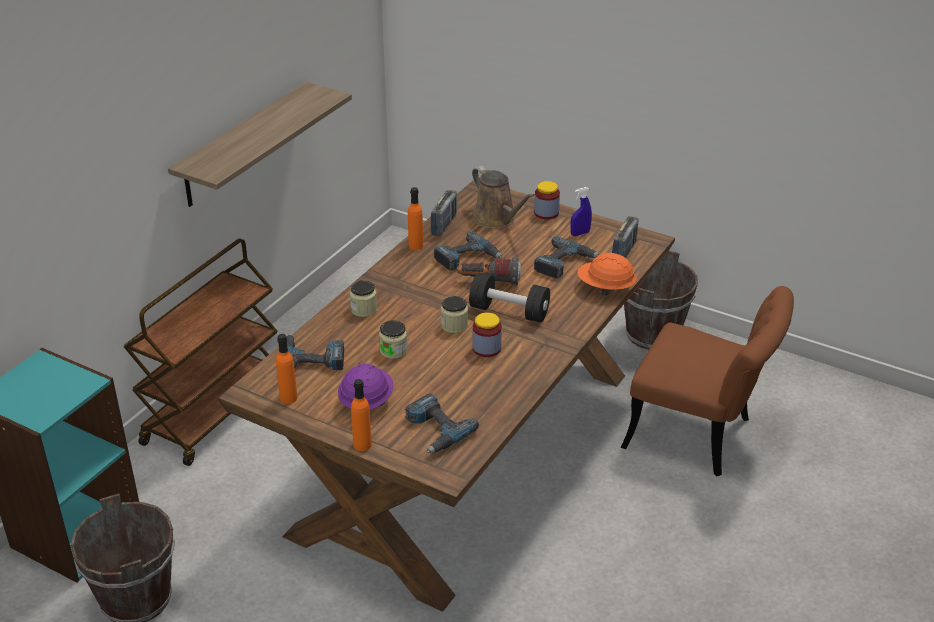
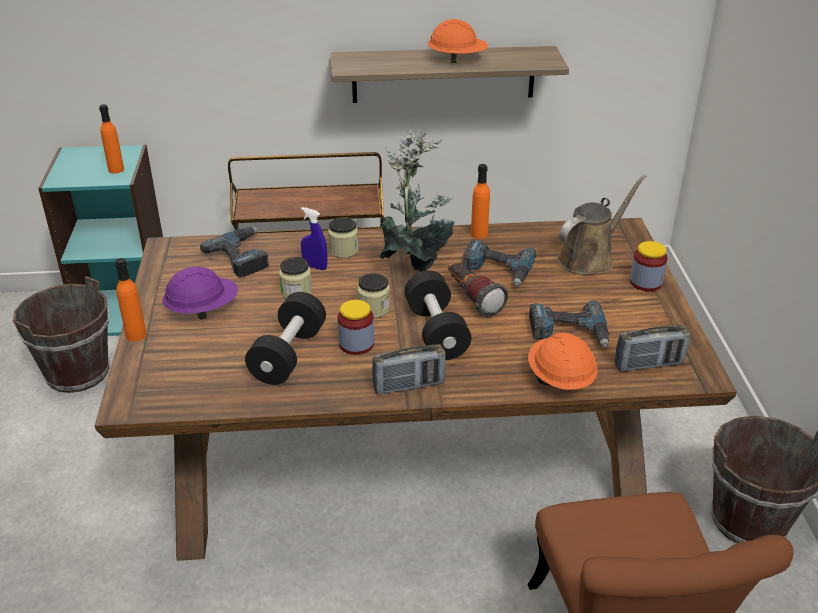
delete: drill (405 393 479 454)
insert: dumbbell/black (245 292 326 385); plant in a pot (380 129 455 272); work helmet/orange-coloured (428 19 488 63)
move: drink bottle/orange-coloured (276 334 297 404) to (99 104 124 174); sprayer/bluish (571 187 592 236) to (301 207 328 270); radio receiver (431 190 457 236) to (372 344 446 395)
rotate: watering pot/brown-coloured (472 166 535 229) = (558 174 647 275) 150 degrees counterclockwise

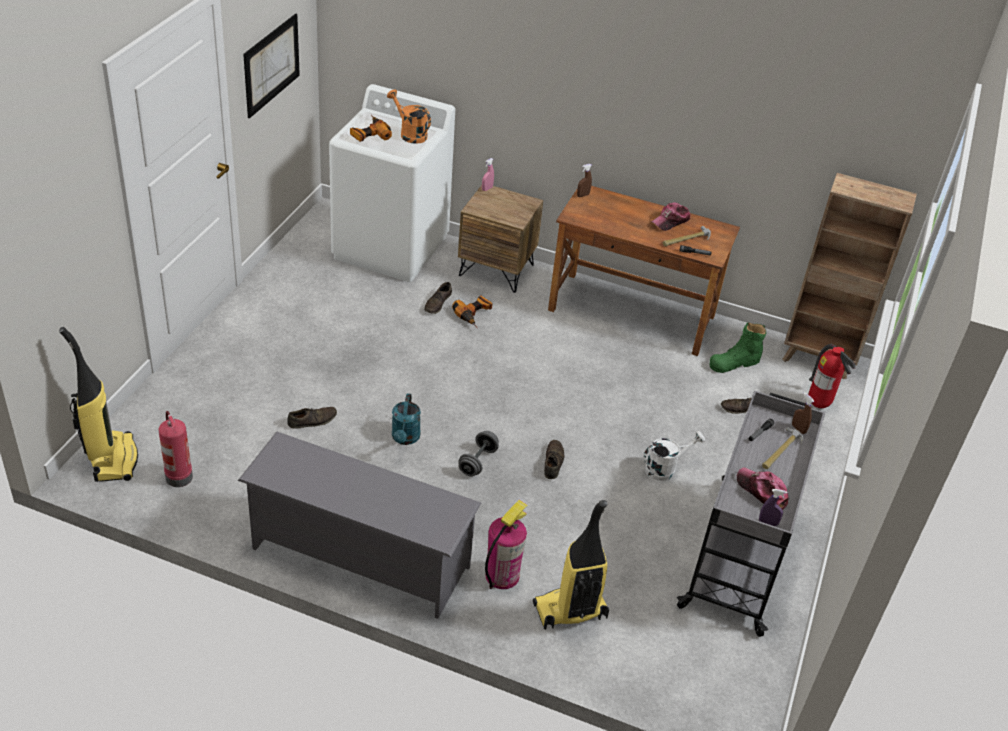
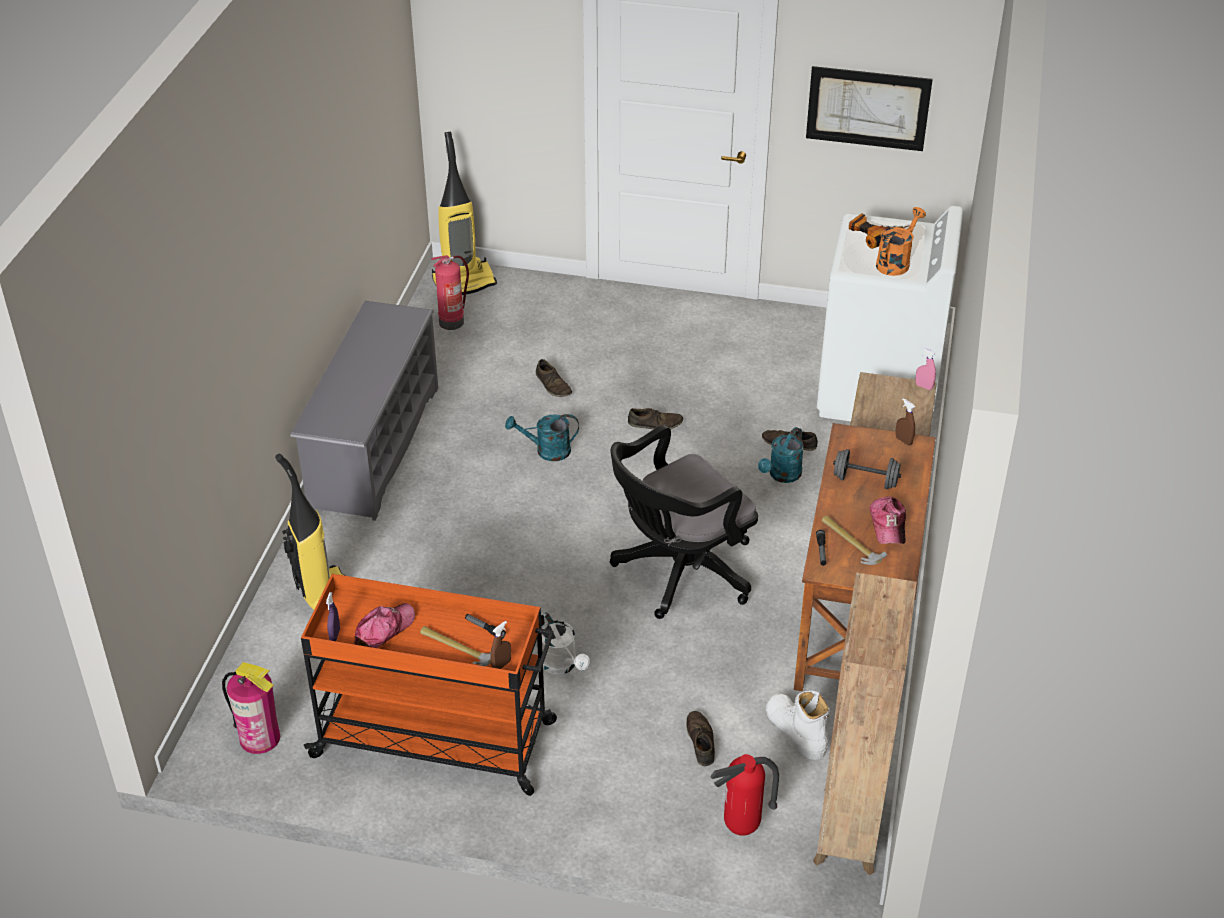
insert: computer chair/black (610 425 758 619)
move: extinguisher (485 500 528 589) to (222 662 280 754); low shoe/brown-coloured (544 440 564 479) to (628 408 683 430); dumbbell/greyish (459 431 499 476) to (833 449 901 490)
replace: drill (452 295 492 328) to watering pot/blue-green (758 427 804 483)
recolor: cart/greyish (677 391 825 637) to cart/orange-coloured (301 574 557 796); boot/green (710 322 766 373) to boot/whitish (766 690 830 760)
rotate: peaked cap (651 203 690 231) = (870 497 906 544) 135 degrees counterclockwise

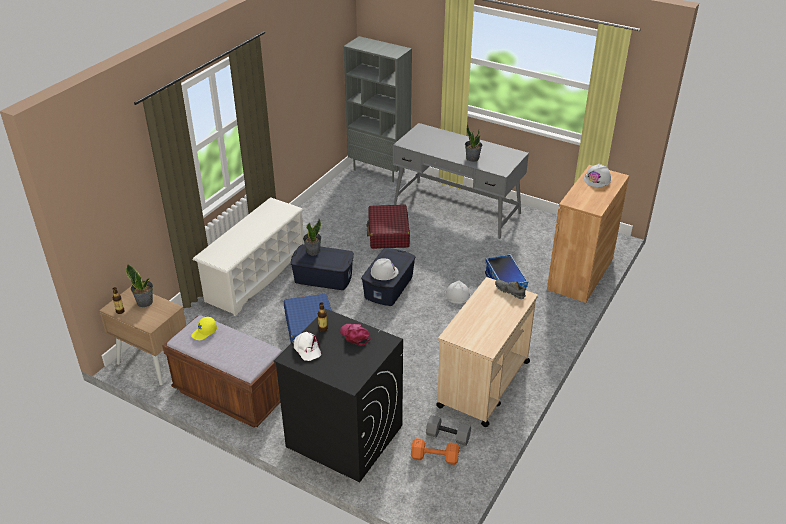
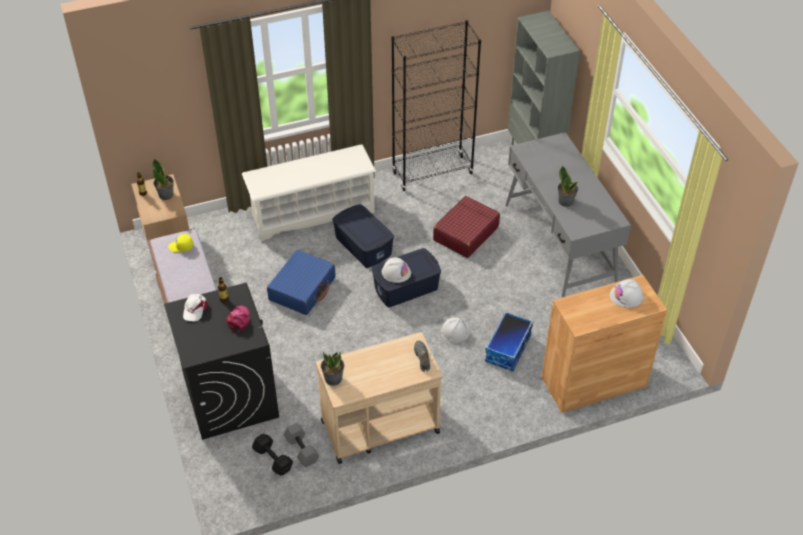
insert: bookcase/black (391 20 481 191)
move: plant in a pot (303 219 322 255) to (321 352 344 386)
recolor: dumbbell/orange-coloured (411 438 459 465) to dumbbell/black (252 434 293 475)

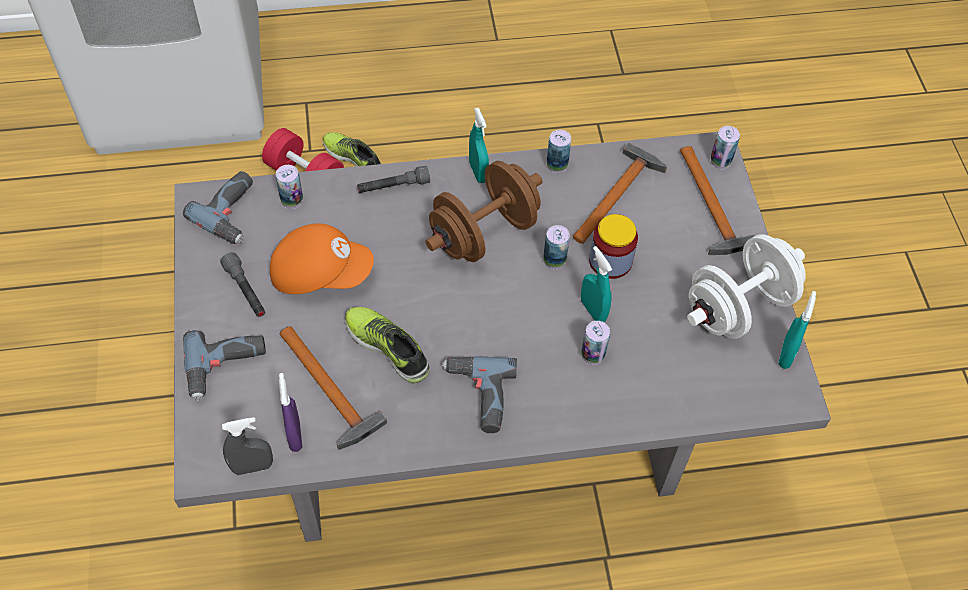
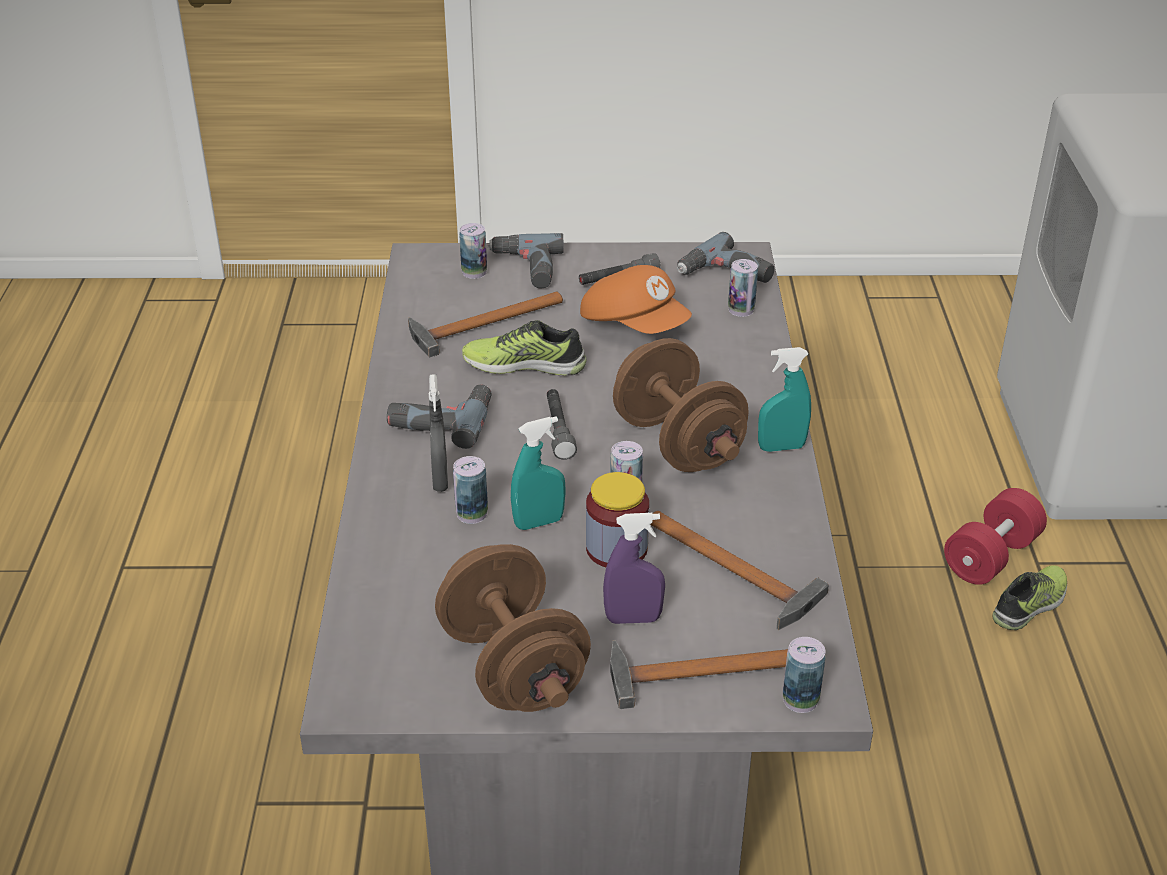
delete: sprayer/blue-green (778 291 816 369)
move: sprayer/greyish (222 417 273 475) to (429 374 448 492); can (546 130 571 173) to (459 223 487 279); flashlight/greyish (357 166 430 193) to (547 389 577 460); sprayer/purplish (279 373 302 452) to (603 513 665 624)
recolor: dumbbell/whitish (687 234 806 339) to dumbbell/brown-coloured (435 544 591 712)
rotate: low shoe (345 307 430 383) = (462 320 586 376) 135 degrees counterclockwise; peaked cap/orange-coloured (270 224 374 294) = (580 265 692 334) 60 degrees counterclockwise

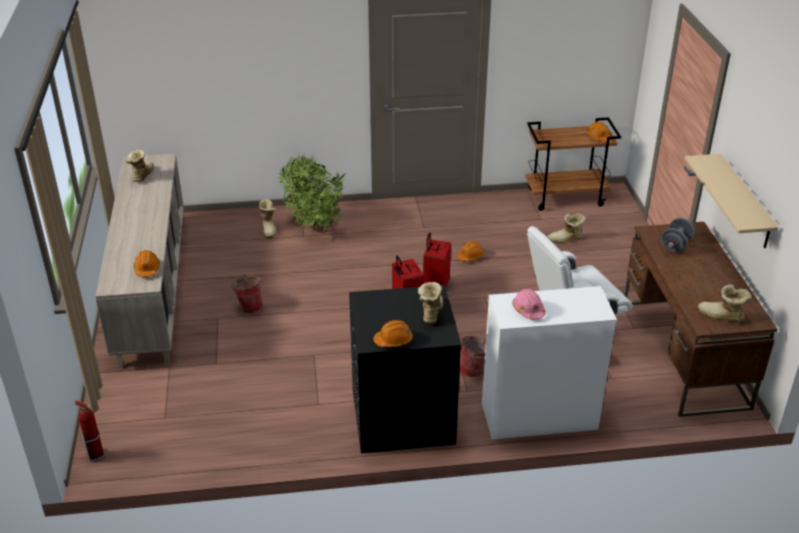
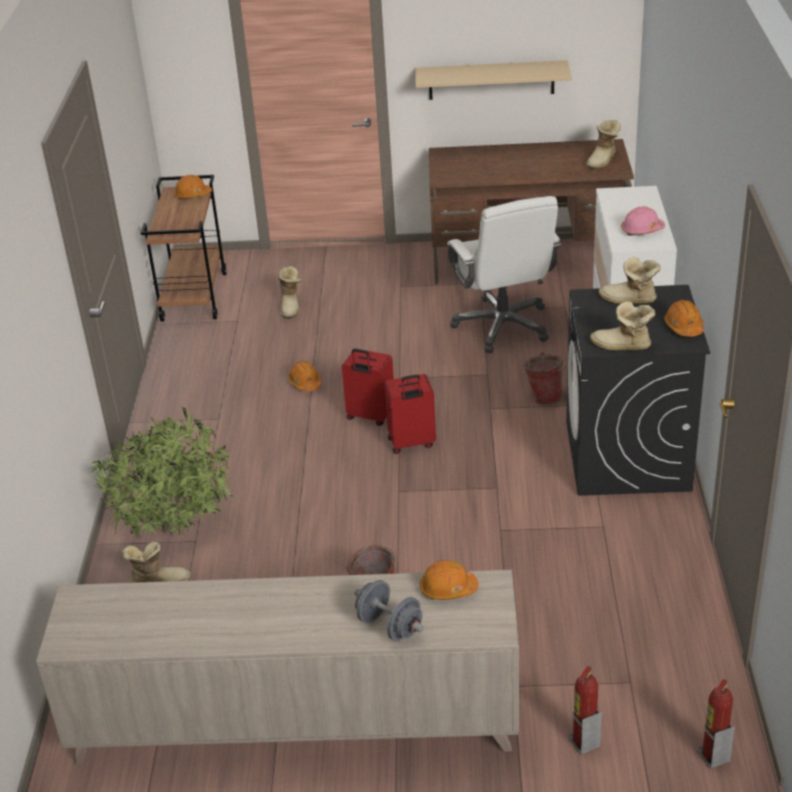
insert: extinguisher (568 666 602 755)
move: dumbbell/greyish (661 218 695 252) to (355 580 424 641); boot (126 150 154 182) to (590 301 656 350)

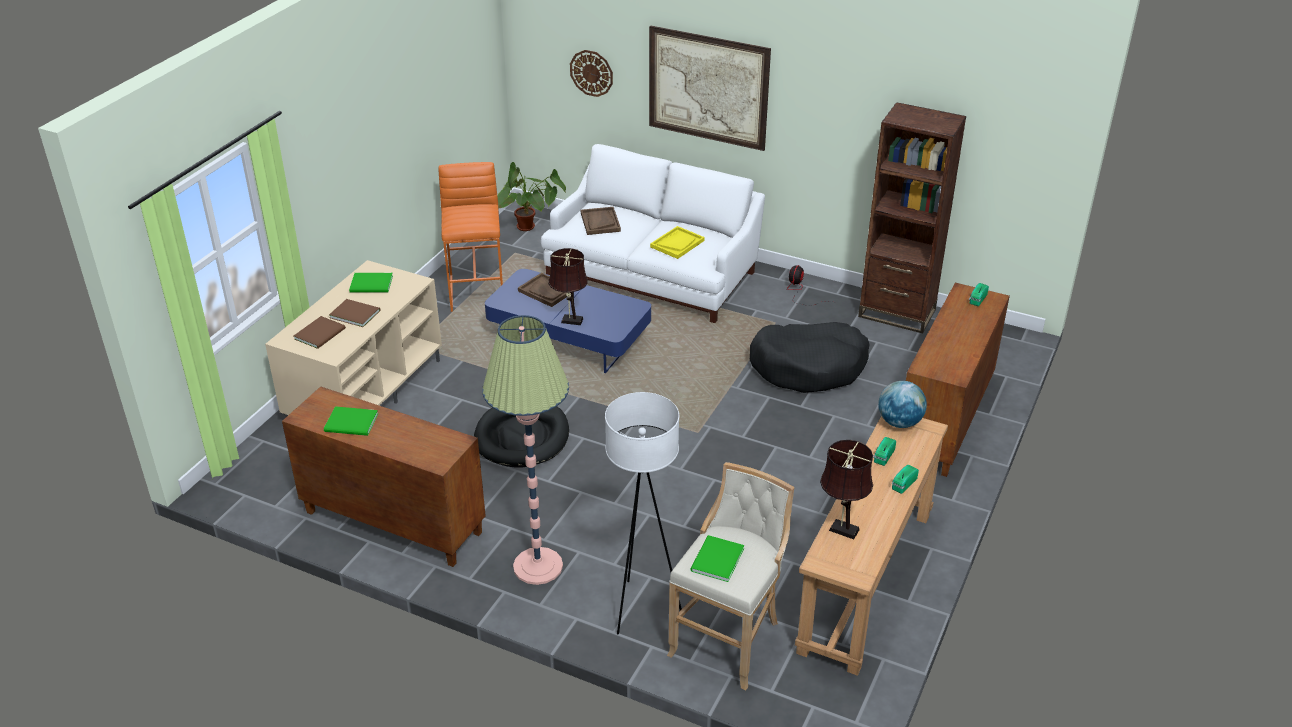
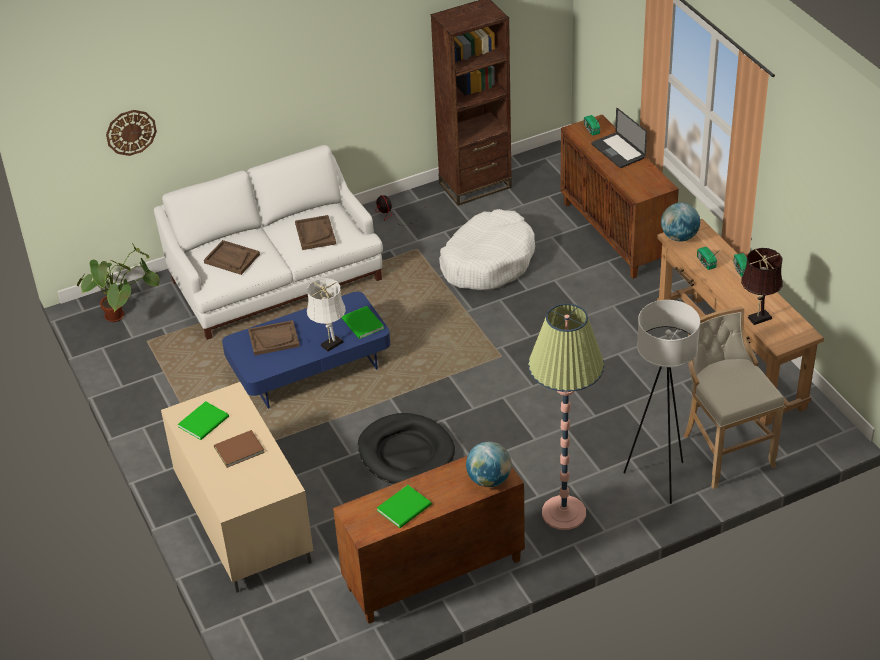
delete: bound book/brown-coloured (294 316 346 349); stool/orange-coloured (438 162 503 312); picture (649 25 771 151)
insert: world globe (466 442 512 487); portable computer (591 108 647 168)
move: bound book/green (690 535 744 582) to (342 306 384 339)
recolor: tray/yellow-coloured (650 226 705 259) to tray/brown-coloured (295 215 336 250); tabletop lamp/brown-coloured (548 248 588 325) to tabletop lamp/whitish (307 278 346 351); pet bed/black (750 322 870 393) to pet bed/whitish (439 209 535 290)

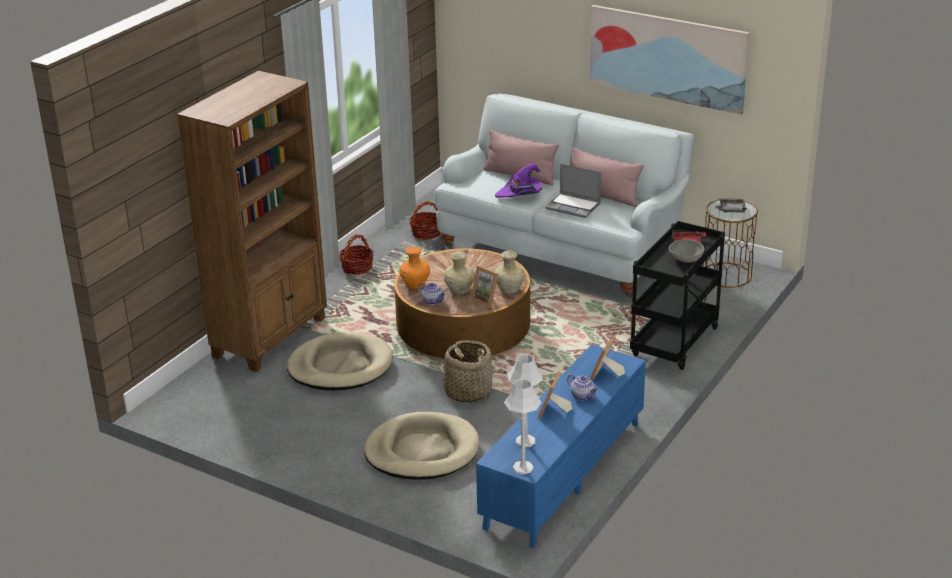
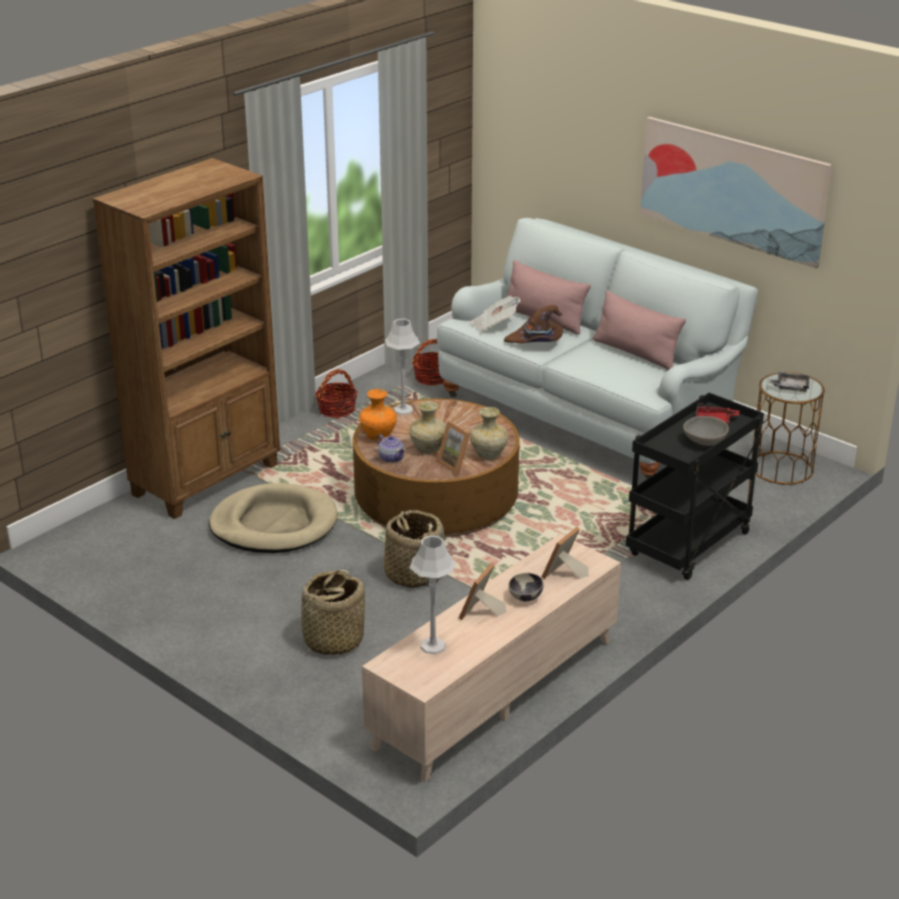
delete: portable computer (545 163 601 218)
insert: printed paper (470 296 521 331)
move: tabletop lamp/greyish (504 378 542 475) to (385 319 420 415)
replace: pet bed/beige-coloured (364 412 480 480) to storage basket (296 570 365 655); tea pot (567 374 598 400) to bowl (508 573 544 602)
recolor: media console/bluish (476 344 646 548) to media console/beige-coloured (362 534 621 782); hat/purplish (495 164 542 198) to hat/brown-coloured (504 305 563 344)

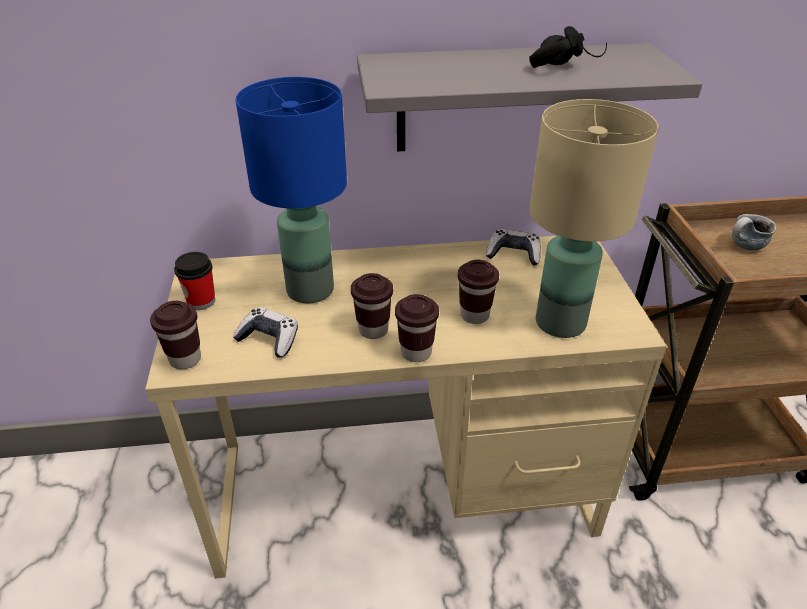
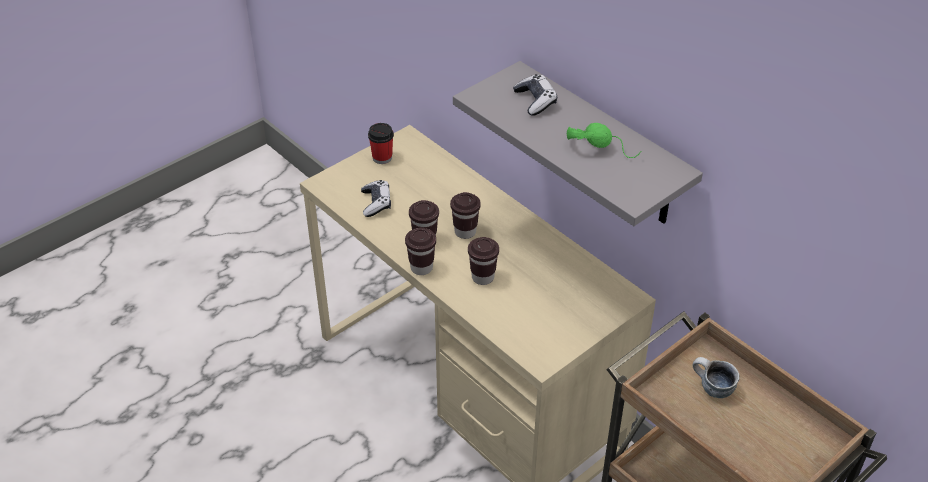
delete: tabletop lamp/bluish (236 77 347 303); tabletop lamp/beige-coloured (530 99 659 338)
move: small cup/brown-coloured (150 301 201 369) to (450 192 481 239); game controller (486 229 541 266) to (513 74 557 116)
recolor: headphones/black (529 26 607 68) to headphones/green (567 123 641 158)

